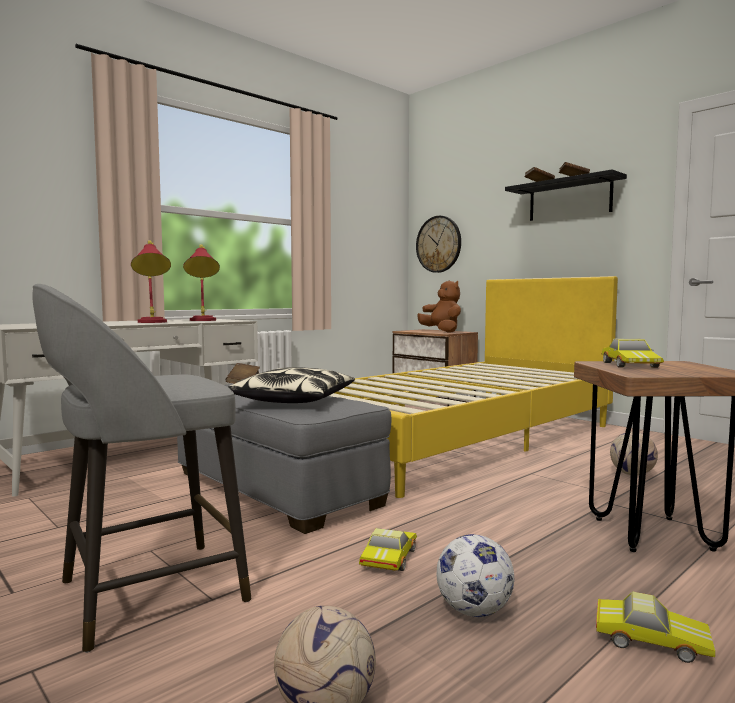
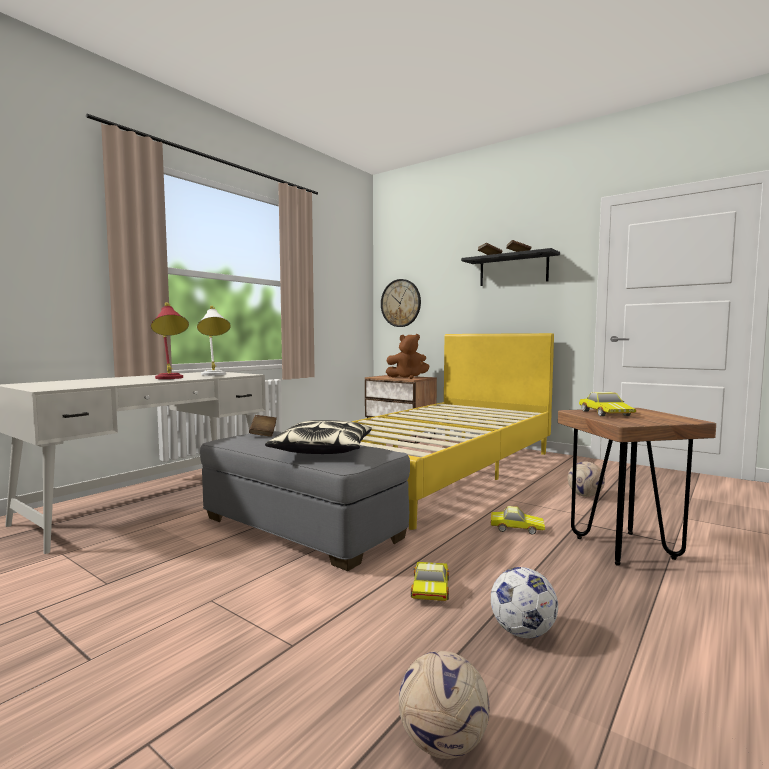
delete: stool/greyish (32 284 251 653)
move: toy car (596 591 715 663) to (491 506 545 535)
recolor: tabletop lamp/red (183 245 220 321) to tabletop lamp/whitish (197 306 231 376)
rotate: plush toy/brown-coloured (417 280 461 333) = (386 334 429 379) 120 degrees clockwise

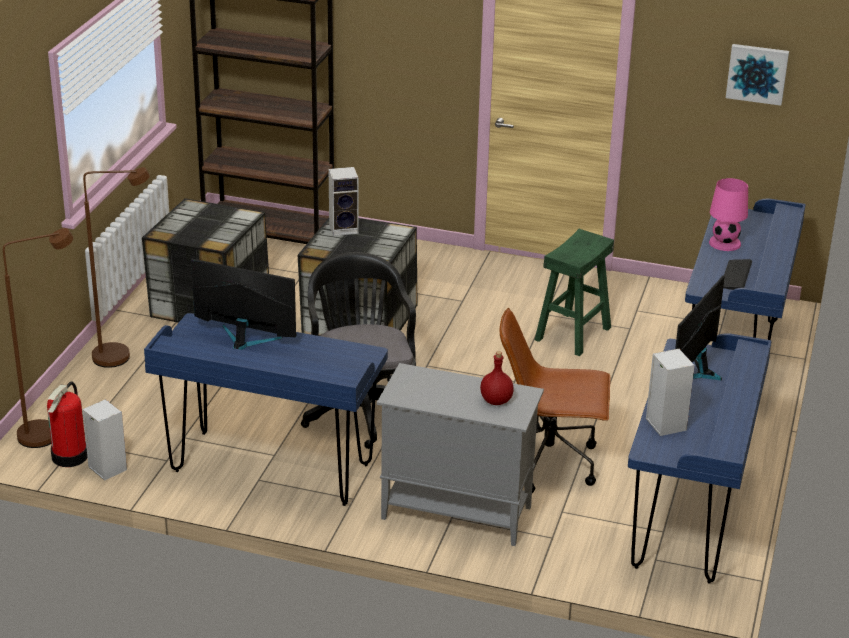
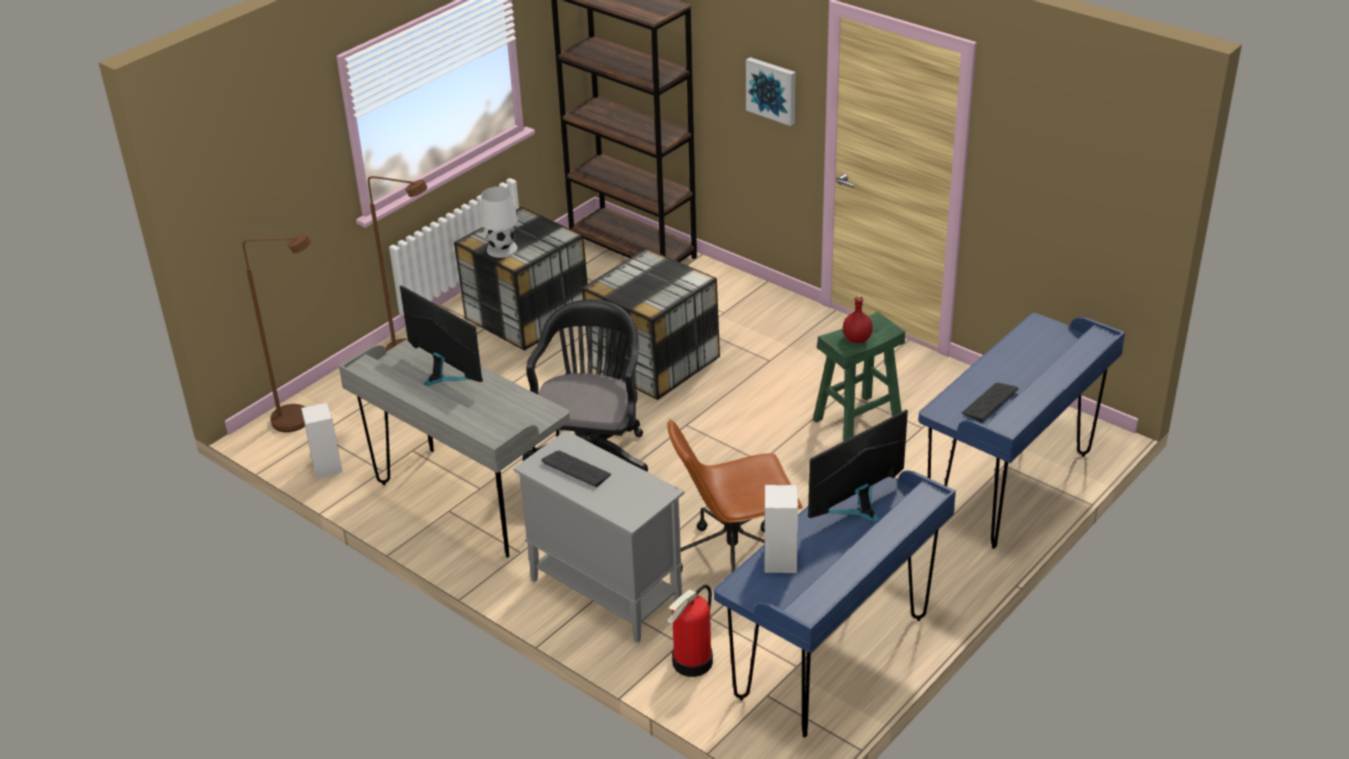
delete: audio speaker (329 167 359 236); tabletop lamp/pink (709 178 748 251)
insert: tabletop lamp/whitish (481 187 518 258); keyboard (541 451 611 487)
move: extinguisher (47 382 87 467) to (667 585 713 677); picture (726 44 789 106) to (746 57 796 126); drink bottle/red (480 351 514 405) to (843 294 873 343)
recolor: desk unit/bluish (144 313 388 506) to desk unit/greyish (339 339 570 558)
rotate: computer chair/brown-coloured (500 308 611 493) = (667 419 803 573) 45 degrees counterclockwise

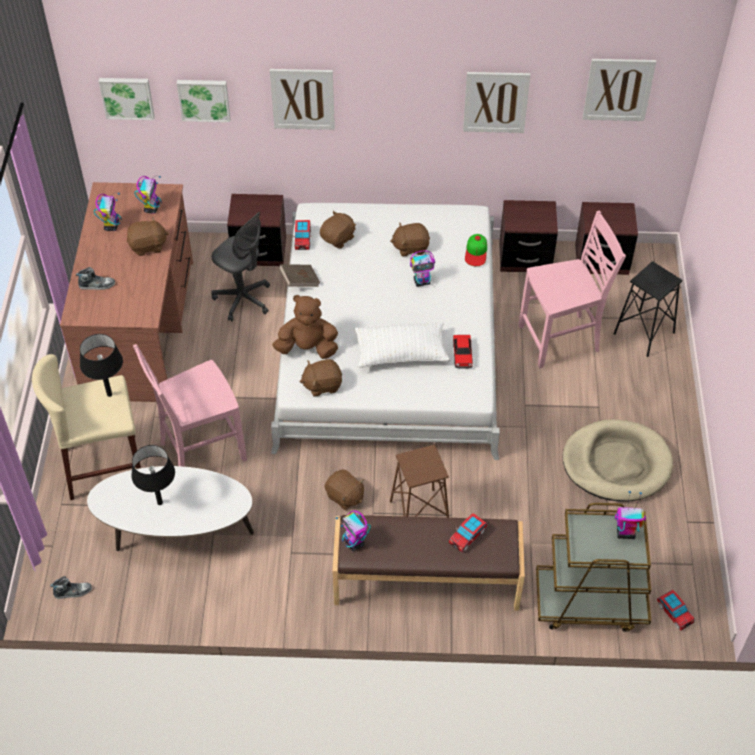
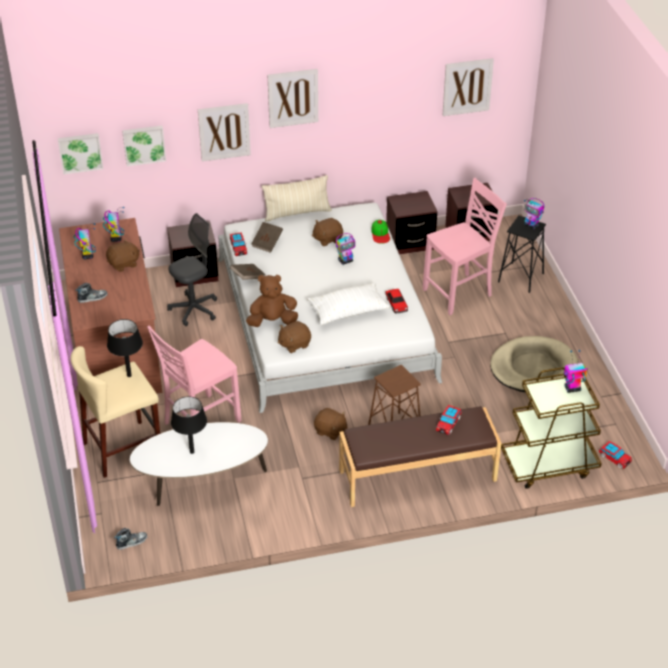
insert: pillow/beige-coloured (262 175 332 222)
move: picture (463 72 530 133) to (267 69 318 128); toy robot (336 511 371 551) to (524 198 544 229)
replace: plush toy/brown-coloured (320 211 356 249) to bound book/brown-coloured (251 222 283 253)
rotate: computer chair/greyish (211 212 270 321) = (167 213 217 326) 60 degrees counterclockwise

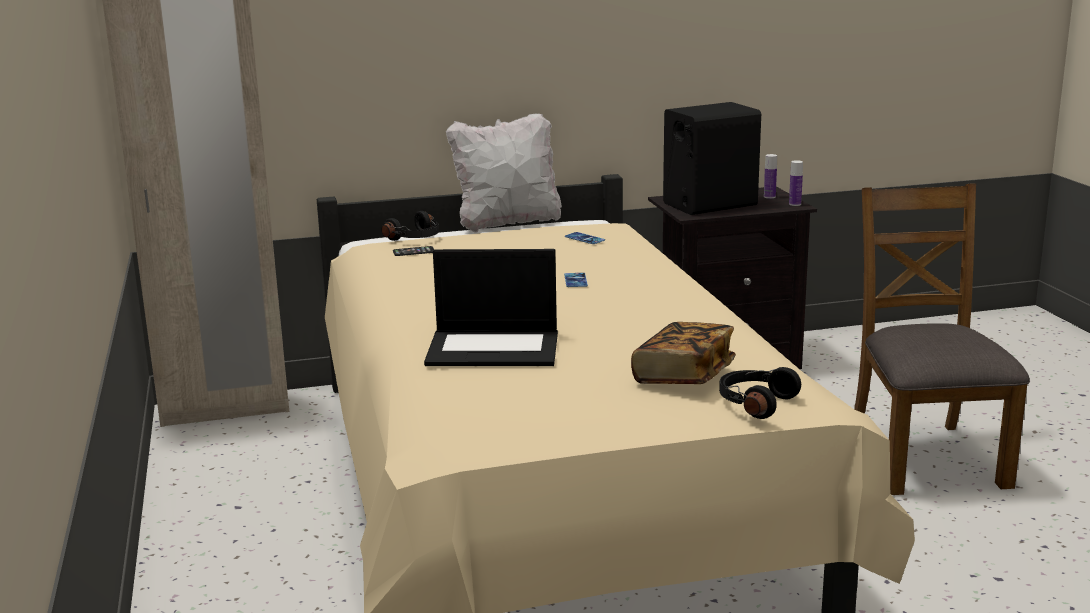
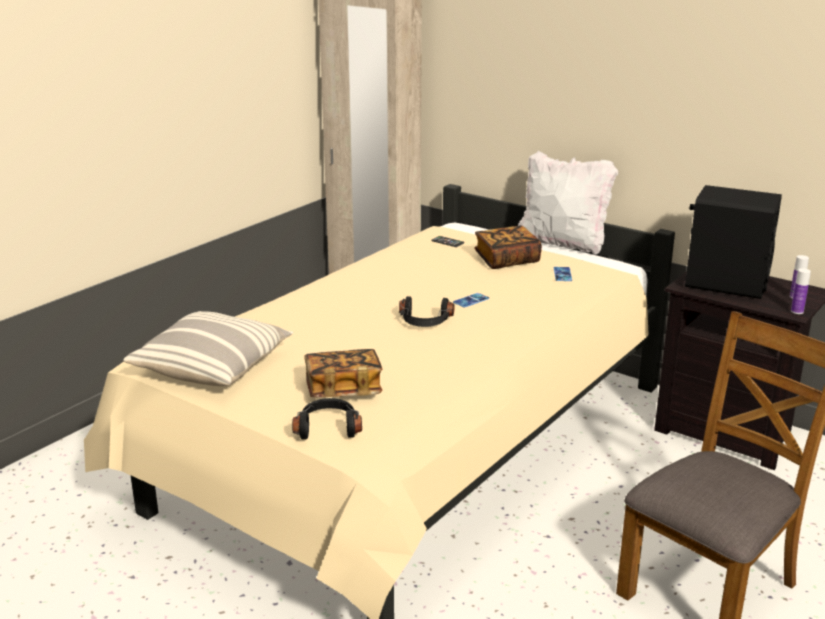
delete: portable computer (424 249 558 366)
insert: pillow (123 311 293 386); bound book (474 225 542 269)
move: headphones/black (382 211 439 241) to (399 296 454 327)

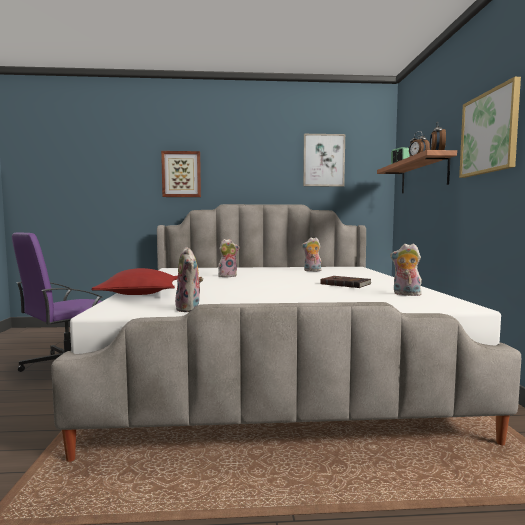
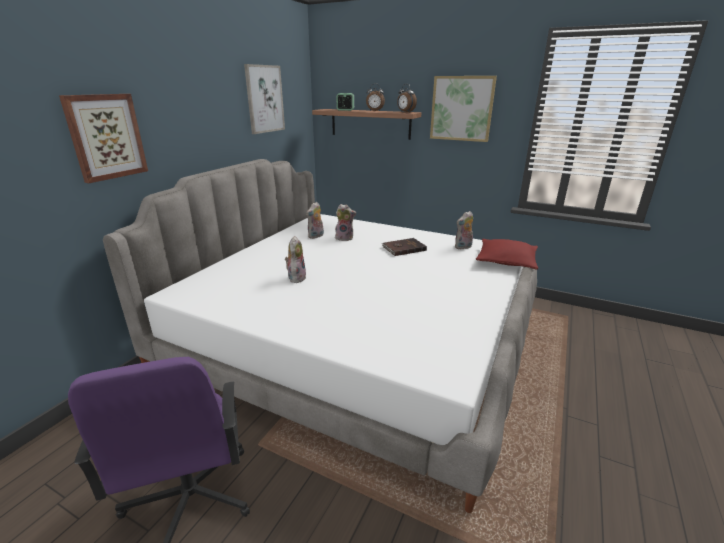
move: plush toy (175 247 203 312) to (335 204 356 241); pillow/red (91 268 178 295) to (476 239 538 270)

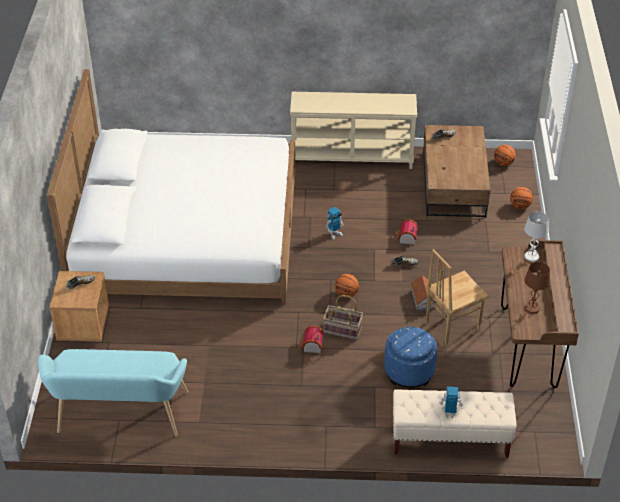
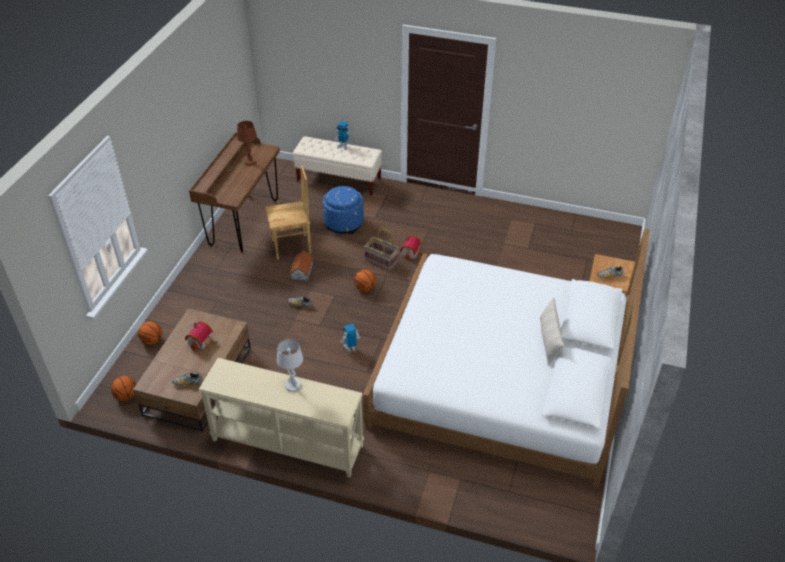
delete: bench/blue-green (38 349 188 436)
insert: pillow/beige-coloured (540 297 564 366)
move: model house (395 219 418 245) to (185 321 214 351); tabletop lamp/whitish (524 211 549 262) to (277 339 303 392)

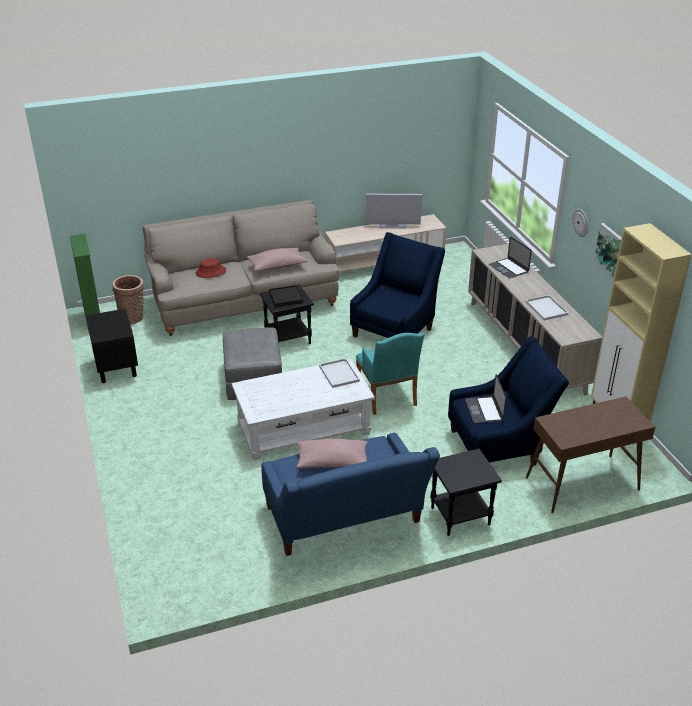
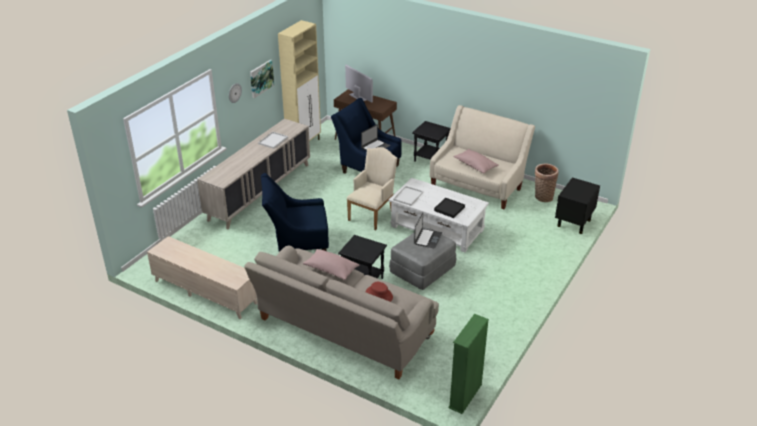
move: TV (366 194 422 228) to (345 65 373 103); portable computer (489 237 532 279) to (414 212 442 248); tray/black (269 285 303 307) to (434 198 465 218); storage basket (113 275 144 325) to (535 163 559 202); nightstand/black (86 309 138 383) to (555 178 600 234)
recolor: lounge chair/blue-green (355 332 425 415) to lounge chair/beige-coloured (347 147 397 230); couch/bluish (261 433 440 556) to couch/beige-coloured (430 105 535 209)

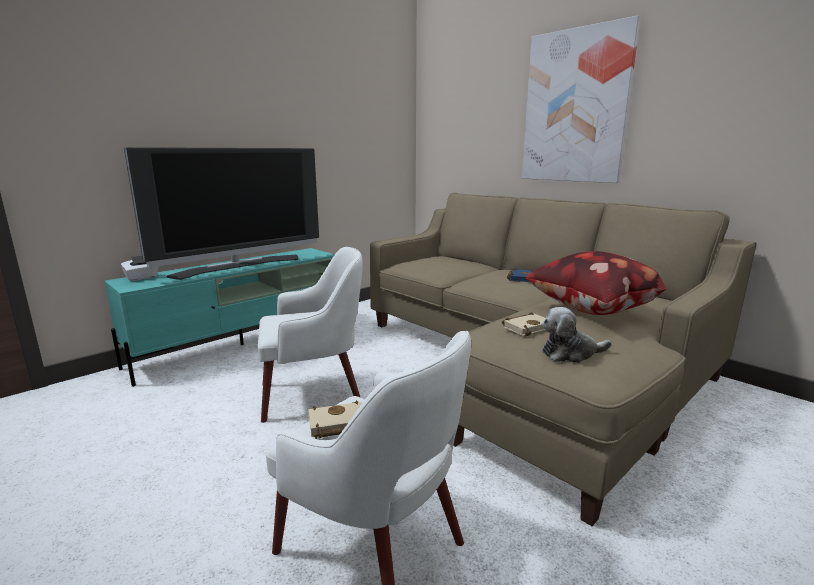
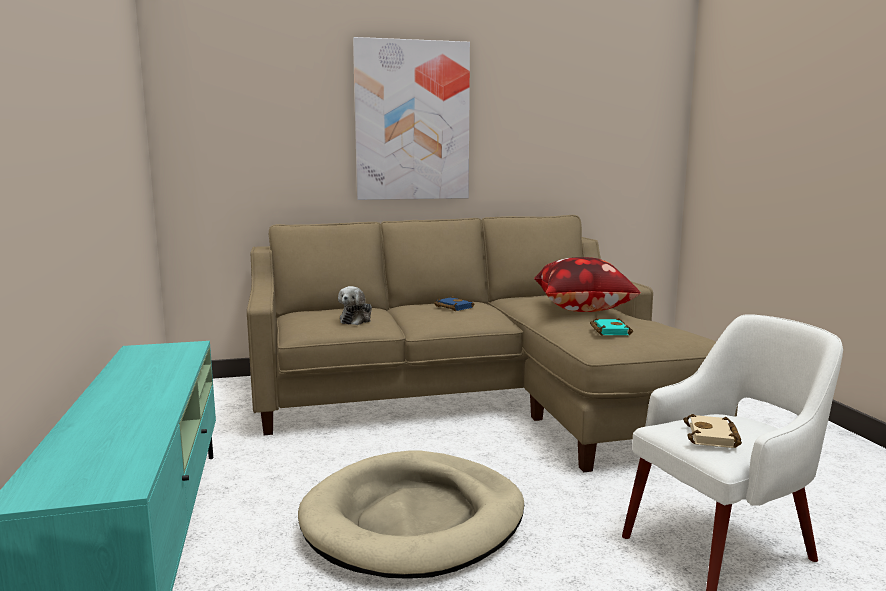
delete: tissue box/whitish (120 256 159 281); TV (124 147 319 280)
move: plush toy (542 307 611 363) to (338 286 372 325)
replace: lounge chair/whitish (258 247 363 423) to pet bed/beige-coloured (298 451 524 579)
recolor: bound book/beige-coloured (502 312 546 337) to bound book/blue-green (590 318 633 336)

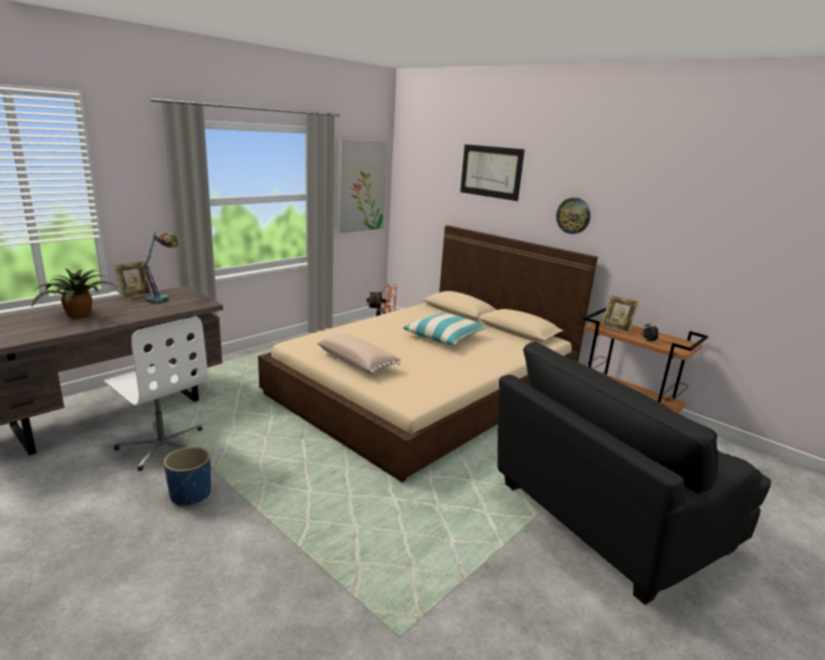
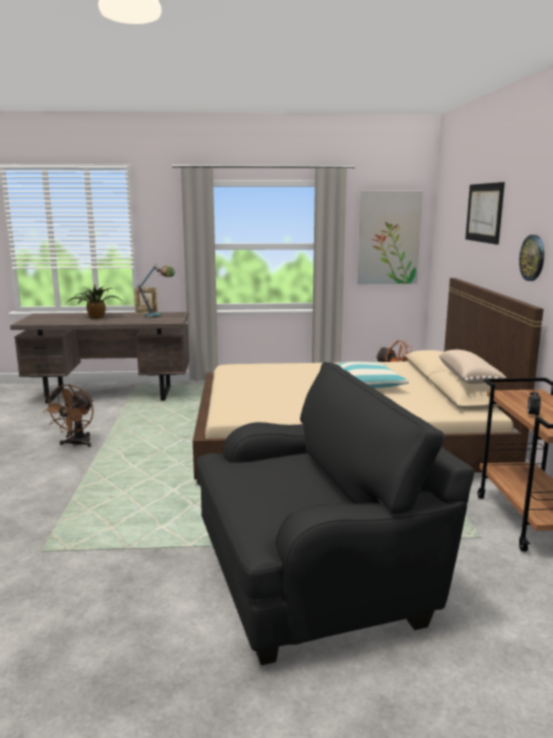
delete: computer chair/whitish (104 317 208 471); picture frame (601 295 639 333)
move: pillow/beige-coloured (317 334 401 373) to (439 350 507 384)
replace: flower pot/bluish (164 446 211 507) to fan/brown-coloured (43 384 94 447)
rotate: lounge chair/black (497 342 771 605) = (197 362 474 665) 150 degrees clockwise

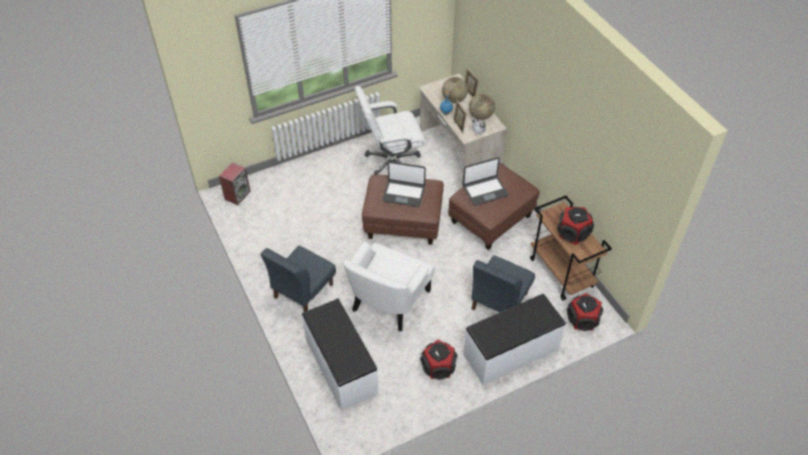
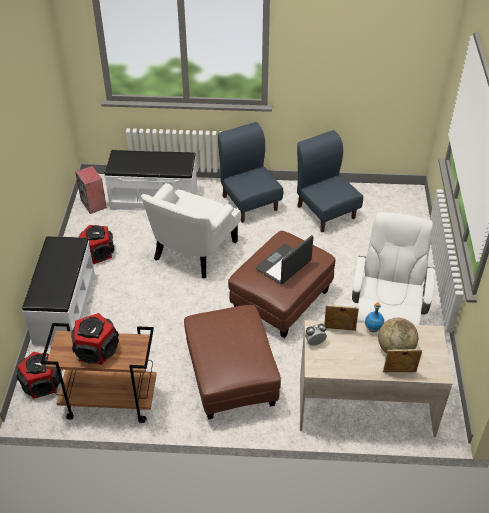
delete: portable computer (463 157 508 206); world globe (469 93 495 120)
move: audio speaker (219 162 251 205) to (75 166 107 214); chair/bluish (472 255 535 313) to (297 130 363 232)
rotate: lounge chair/whitish (342 242 435 331) = (141 183 241 278) 120 degrees counterclockwise

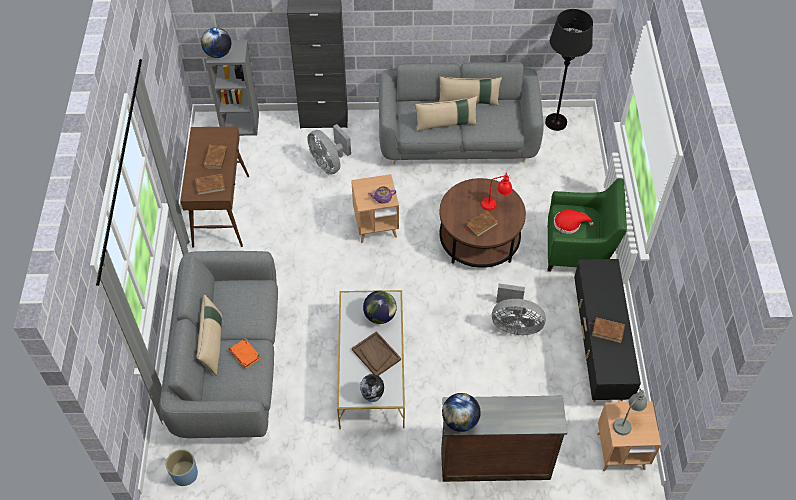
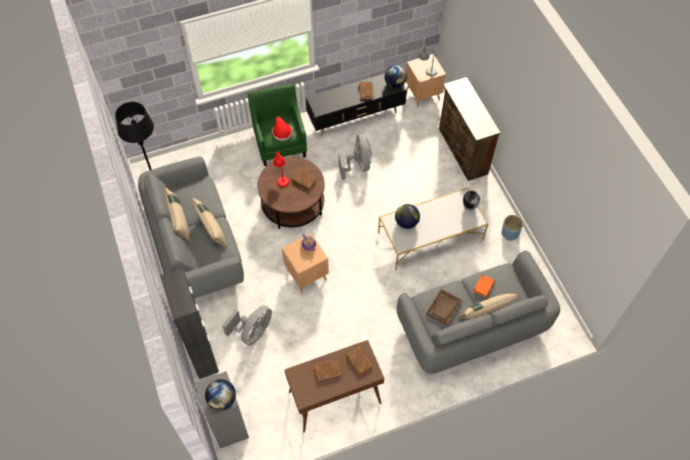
move: world globe (442 393 481 432) to (384 65 407 88); tray/brown-coloured (352 331 401 376) to (426 289 463 325); flower pot/bluish (166 449 198 486) to (502 215 523 241)

